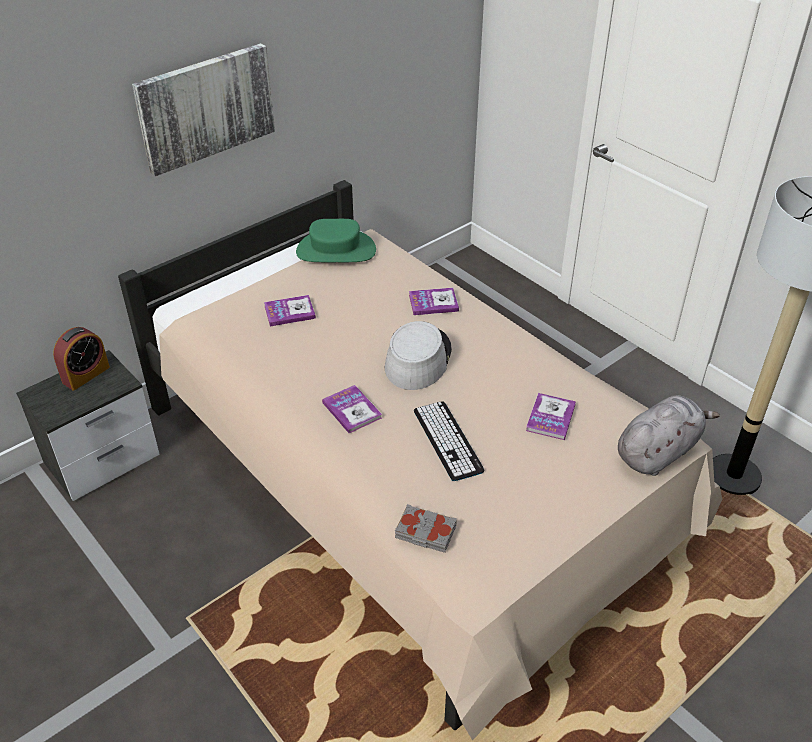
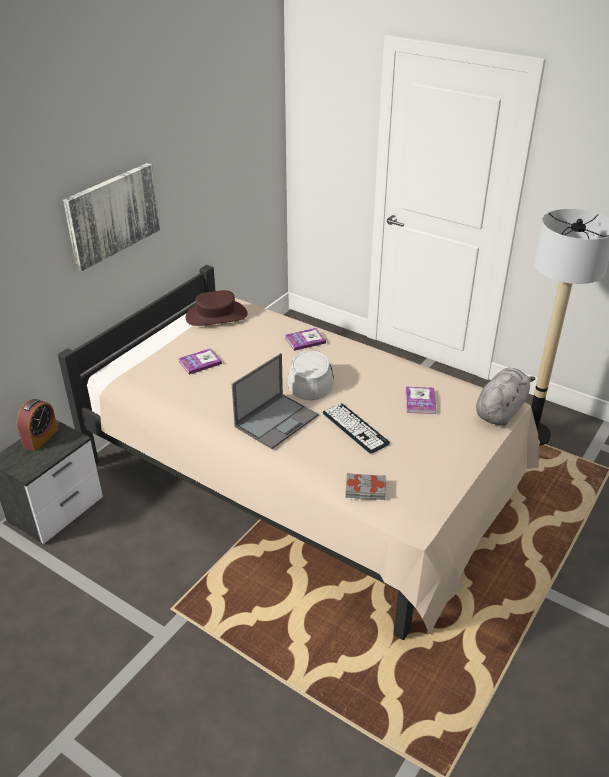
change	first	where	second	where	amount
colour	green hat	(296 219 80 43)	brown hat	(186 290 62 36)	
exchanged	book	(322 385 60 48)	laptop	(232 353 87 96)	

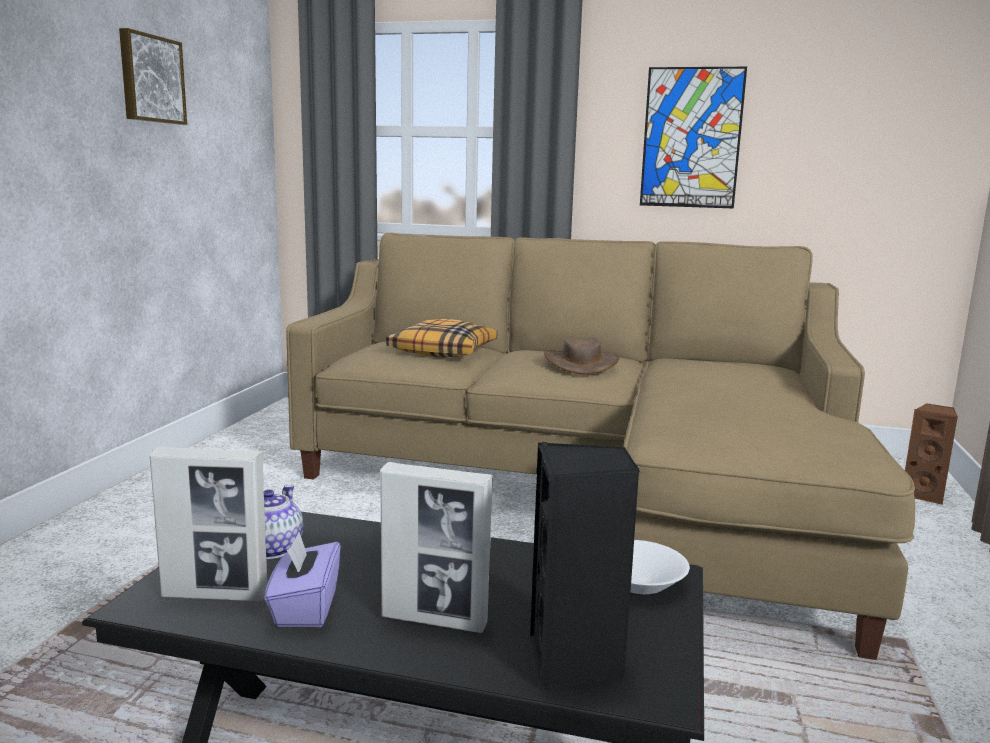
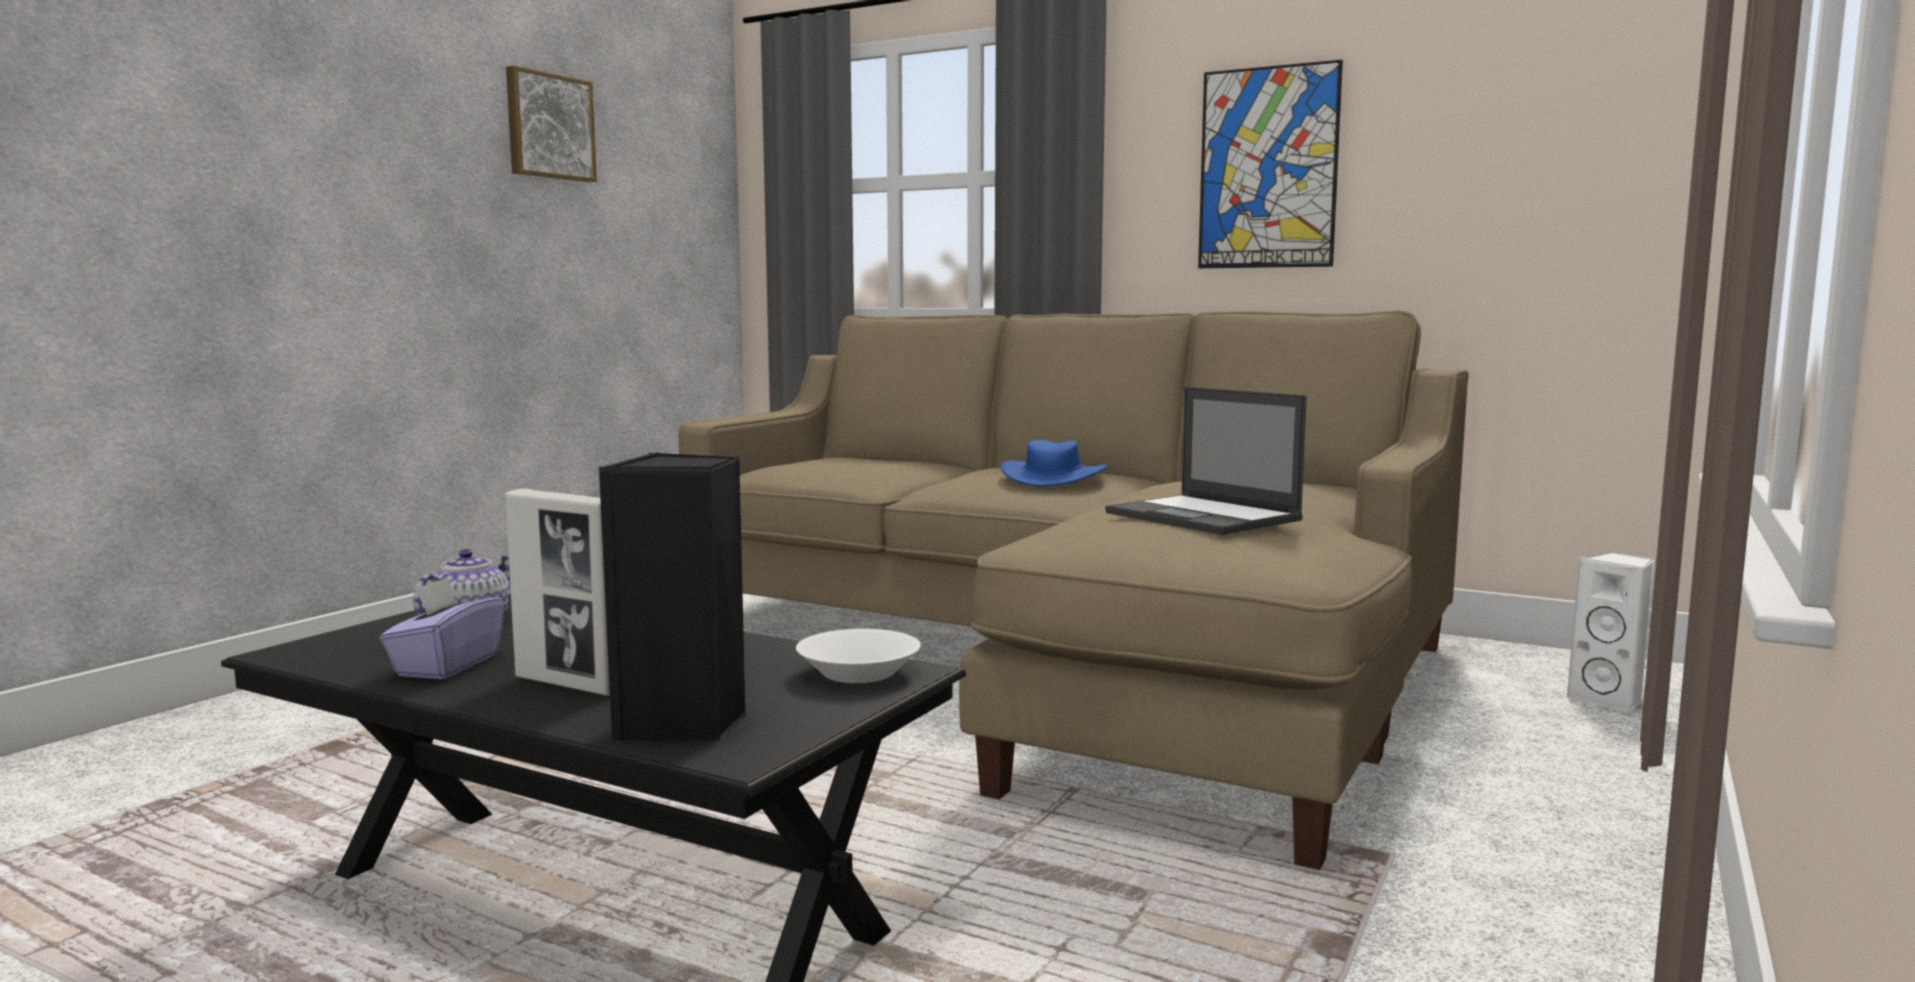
change	first	where	second	where	amount
colour	brown hat	(544 337 75 37)	blue hat	(1001 440 107 47)	
appeared			laptop	(1105 387 202 148)	
colour	brown speaker	(905 403 53 102)	white speaker	(1567 552 88 161)	
missing	picture frame	(150 446 117 155)			
missing	pillow	(386 319 111 39)			

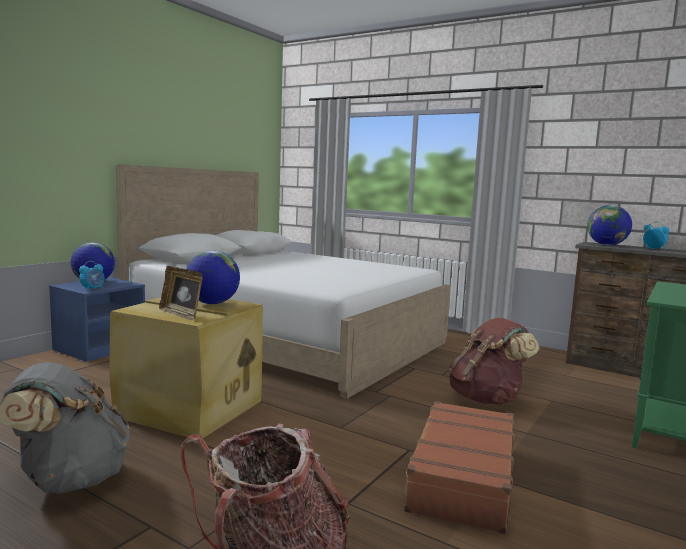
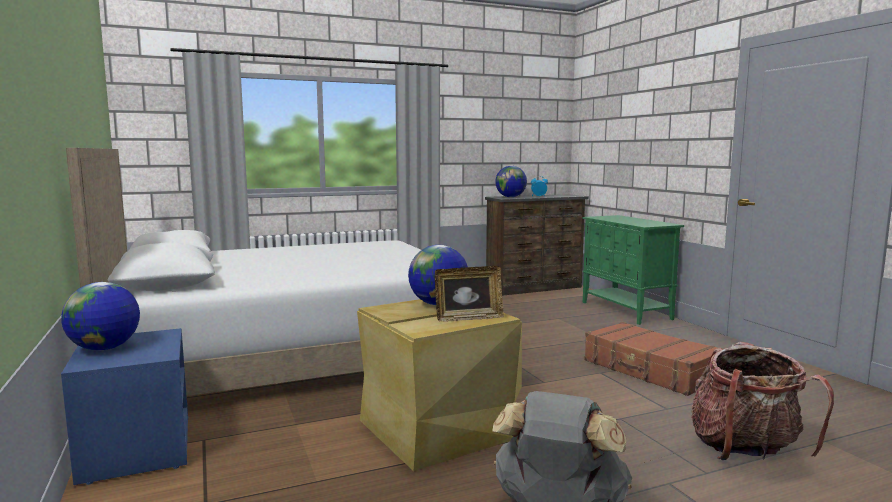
change	first	where	second	where	amount
missing	alarm clock	(79 261 26 30)			
missing	brown backpack	(449 318 90 87)			

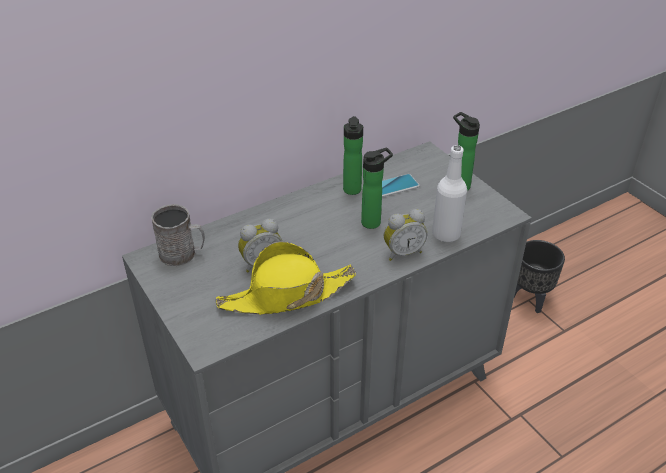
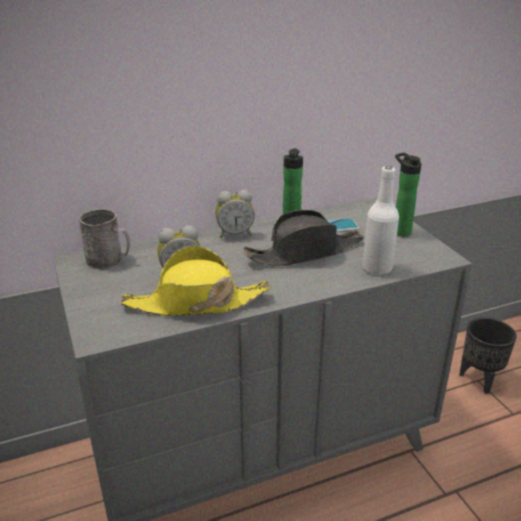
change	first	where	second	where	amount
relocated	alarm clock	(384 209 44 52)		(215 190 40 48)	
exchanged	bottle	(361 148 32 81)	black hat	(243 210 121 56)	

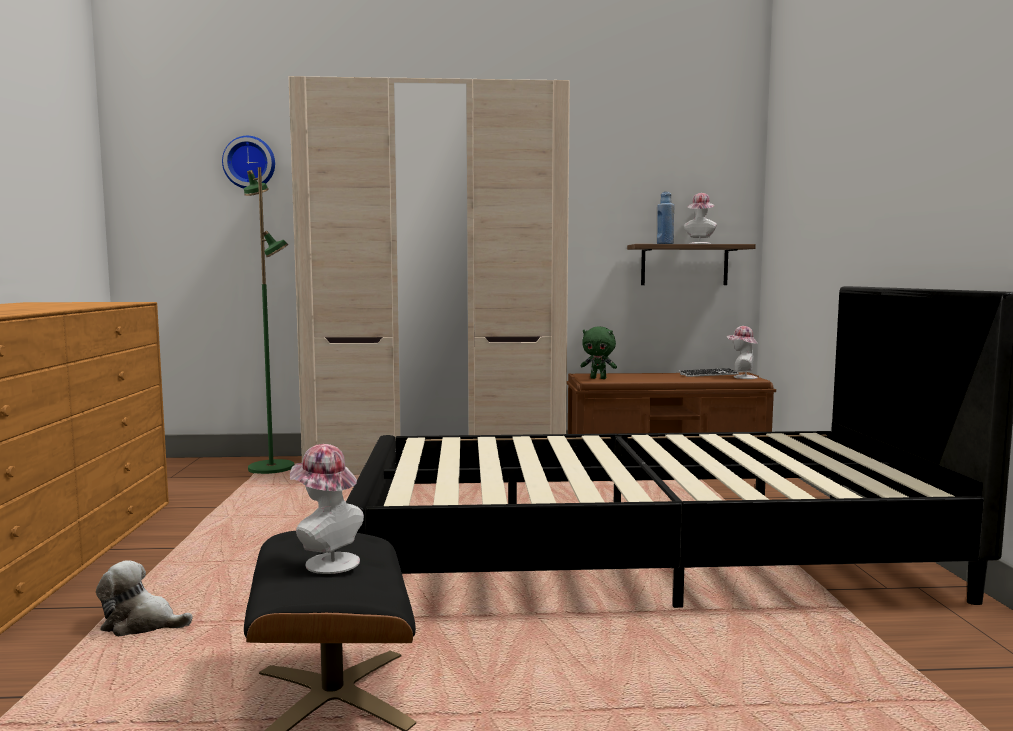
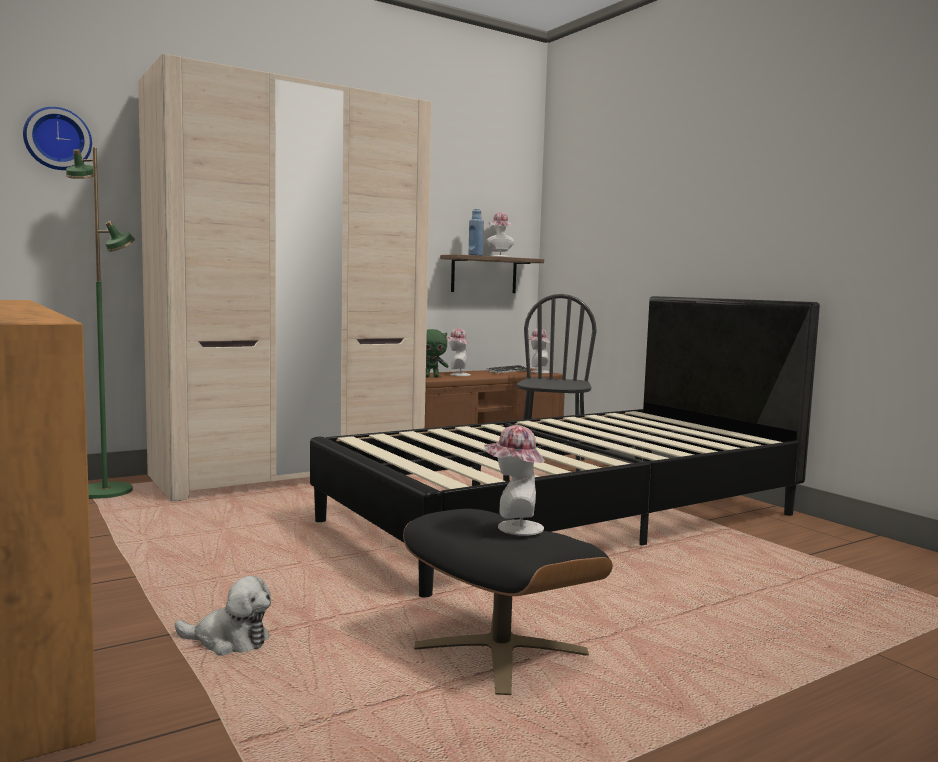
change	first	where	second	where	amount
spun	plush toy	(96 560 96 76)		(175 576 96 80)	150 degrees counterclockwise
appeared			hat	(446 328 25 48)	
appeared			black chair	(517 294 80 177)	

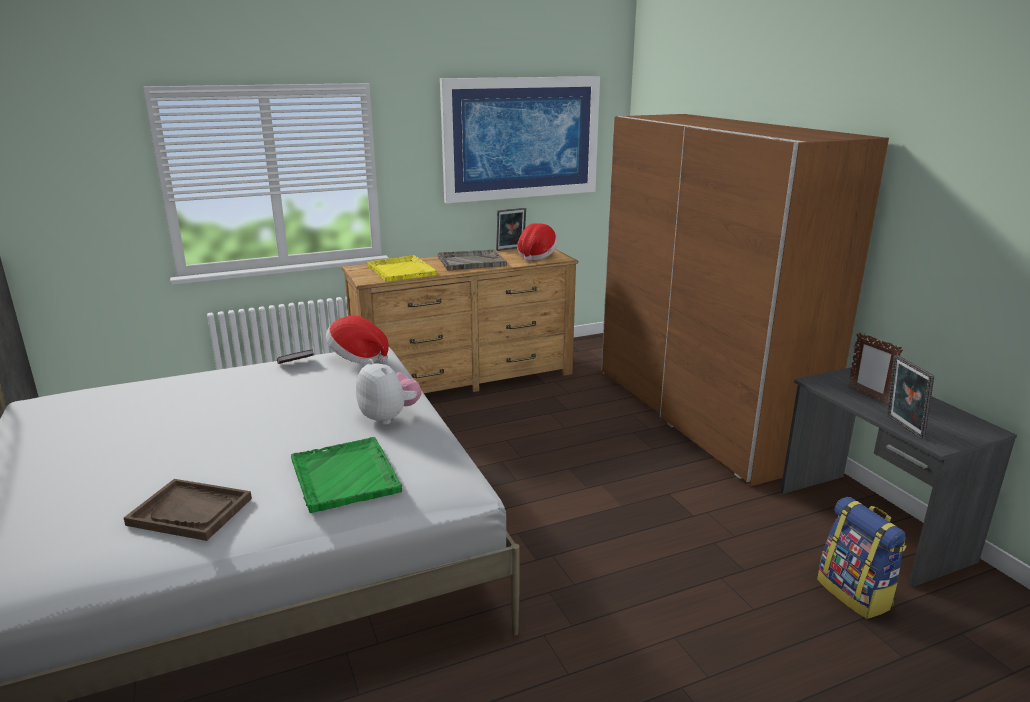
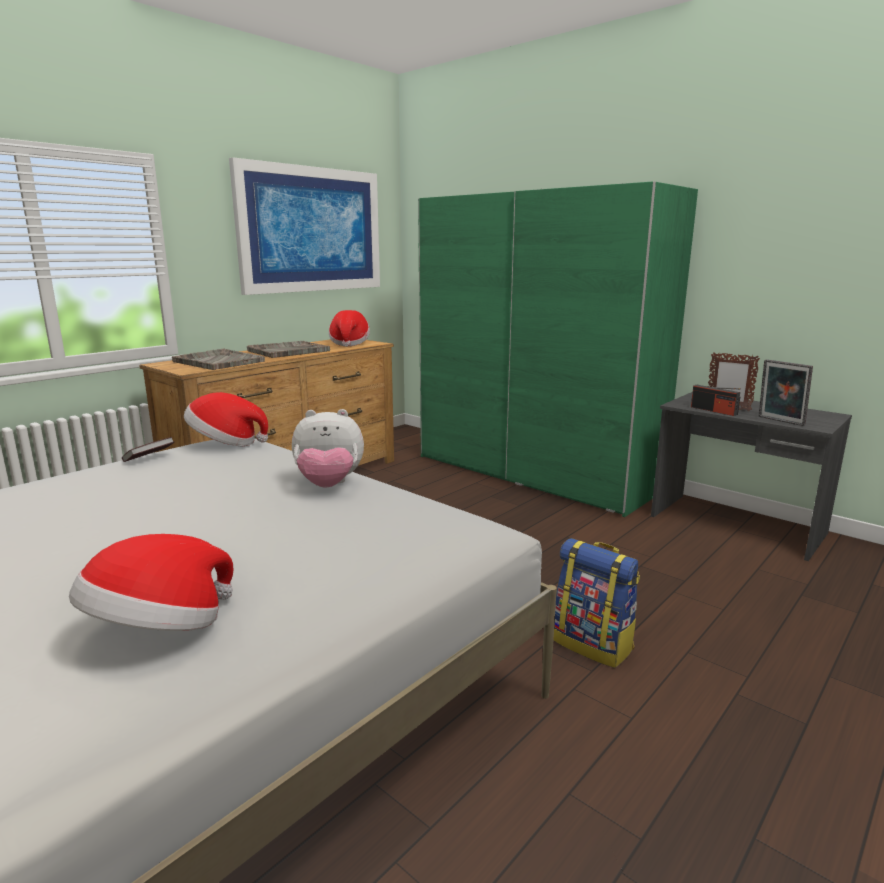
change	first	where	second	where	amount
exchanged	brown tray	(124 479 128 62)	hat	(69 534 164 97)	
colour	yellow tray	(367 255 70 27)	grey tray	(172 349 93 21)	
spun	plush toy	(356 359 65 66)		(292 409 72 79)	150 degrees clockwise
colour	brown wardrobe	(601 114 288 372)	green wardrobe	(418 181 280 336)	
relocated	backpack	(817 497 90 122)		(554 538 86 130)	
appeared			radio	(691 385 50 31)	
missing	green tray	(291 437 111 76)			
missing	picture frame	(496 208 30 43)			

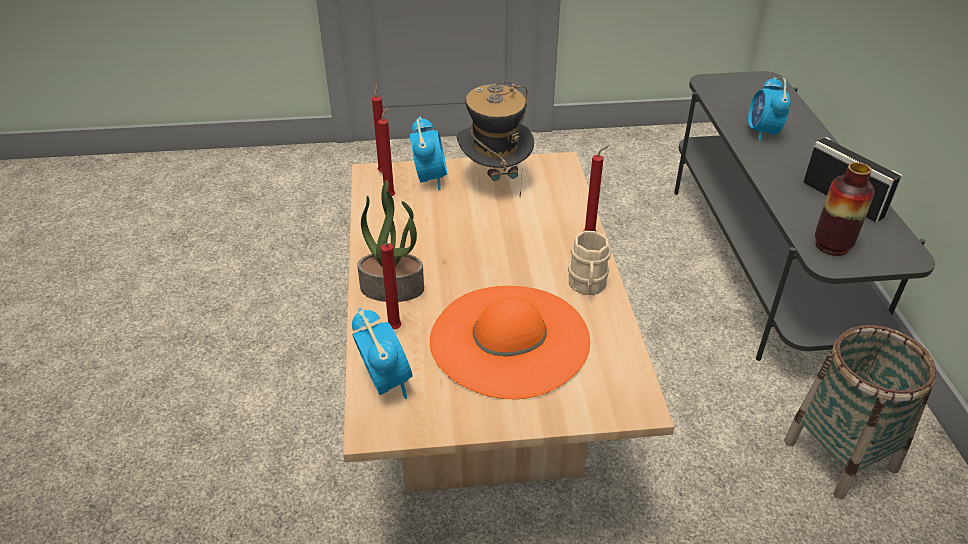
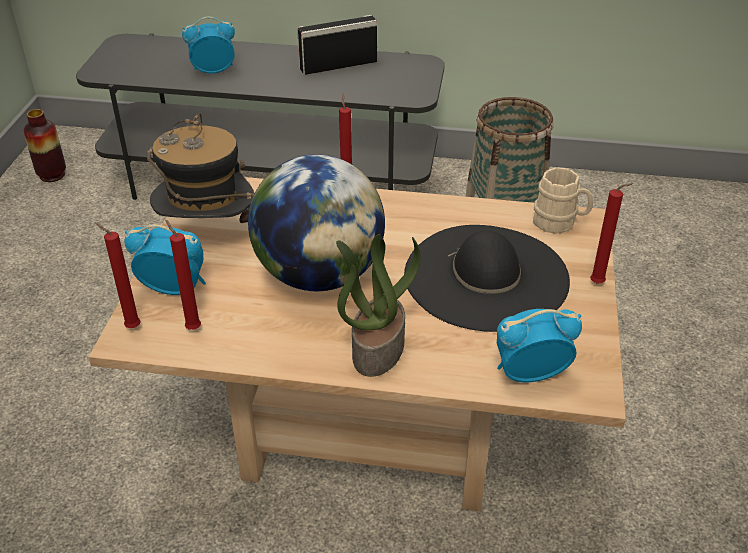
change	first	where	second	where	amount
relocated	vase	(815 162 60 94)		(23 109 43 73)	
spun	alarm clock	(748 77 43 64)		(182 16 53 58)	150 degrees clockwise
appeared			globe	(248 154 137 137)	
colour	orange hat	(430 286 160 113)	black hat	(404 225 166 107)	
relocated	beige mug	(568 231 43 64)		(533 167 60 67)	
relocated	red candle	(380 243 22 86)		(590 183 43 100)	

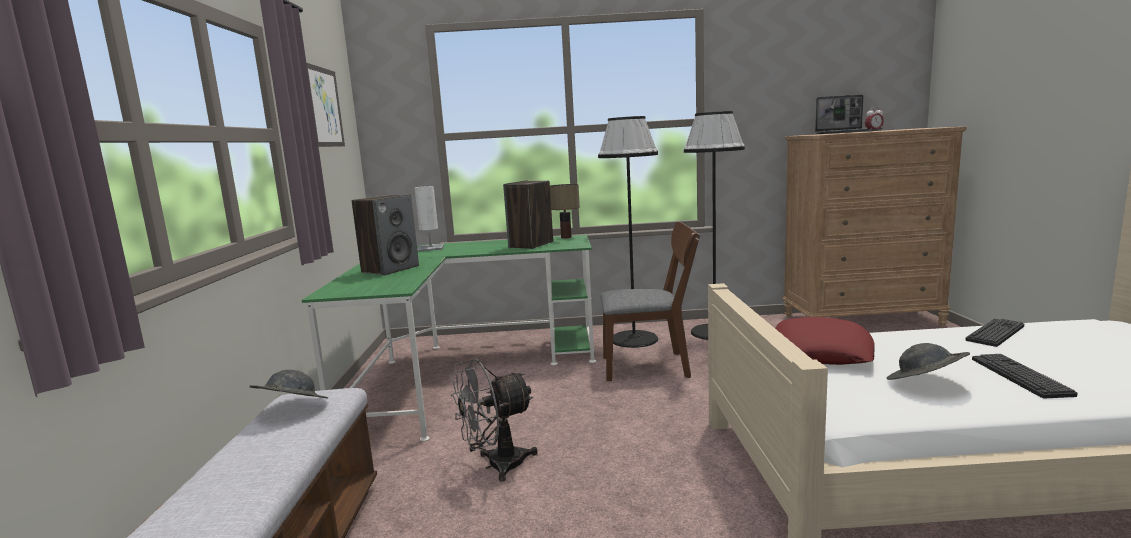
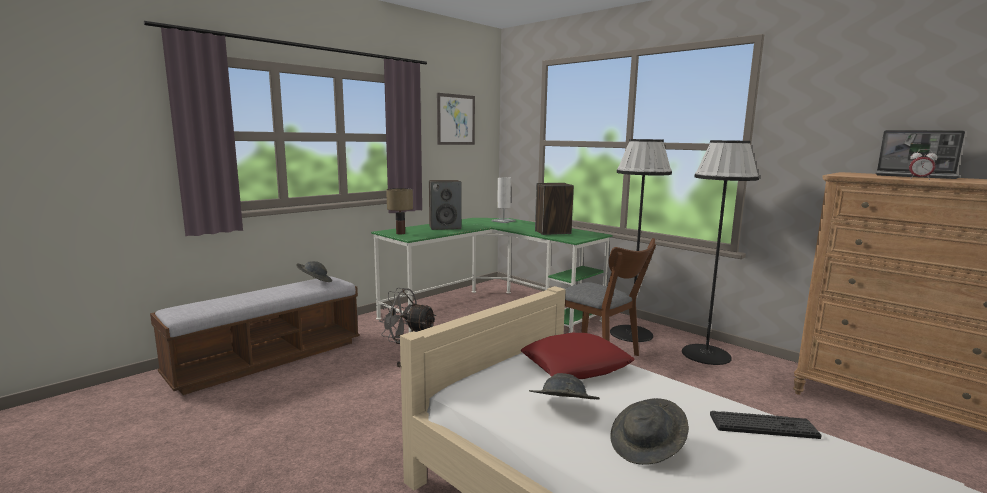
change	first	where	second	where	amount
relocated	table lamp	(550 184 30 54)		(386 188 27 47)	
exchanged	keyboard	(972 354 105 44)	grey hat	(610 398 79 67)	

